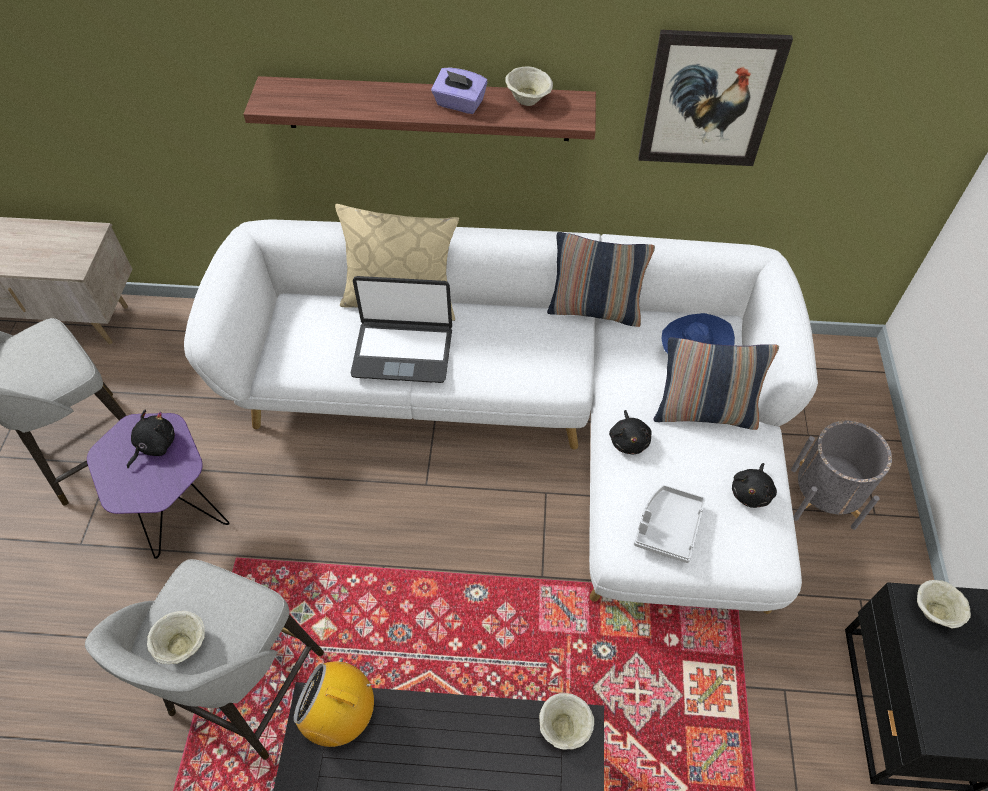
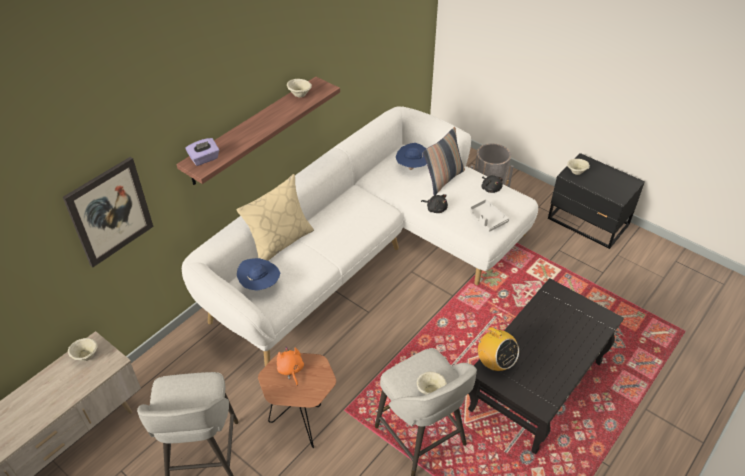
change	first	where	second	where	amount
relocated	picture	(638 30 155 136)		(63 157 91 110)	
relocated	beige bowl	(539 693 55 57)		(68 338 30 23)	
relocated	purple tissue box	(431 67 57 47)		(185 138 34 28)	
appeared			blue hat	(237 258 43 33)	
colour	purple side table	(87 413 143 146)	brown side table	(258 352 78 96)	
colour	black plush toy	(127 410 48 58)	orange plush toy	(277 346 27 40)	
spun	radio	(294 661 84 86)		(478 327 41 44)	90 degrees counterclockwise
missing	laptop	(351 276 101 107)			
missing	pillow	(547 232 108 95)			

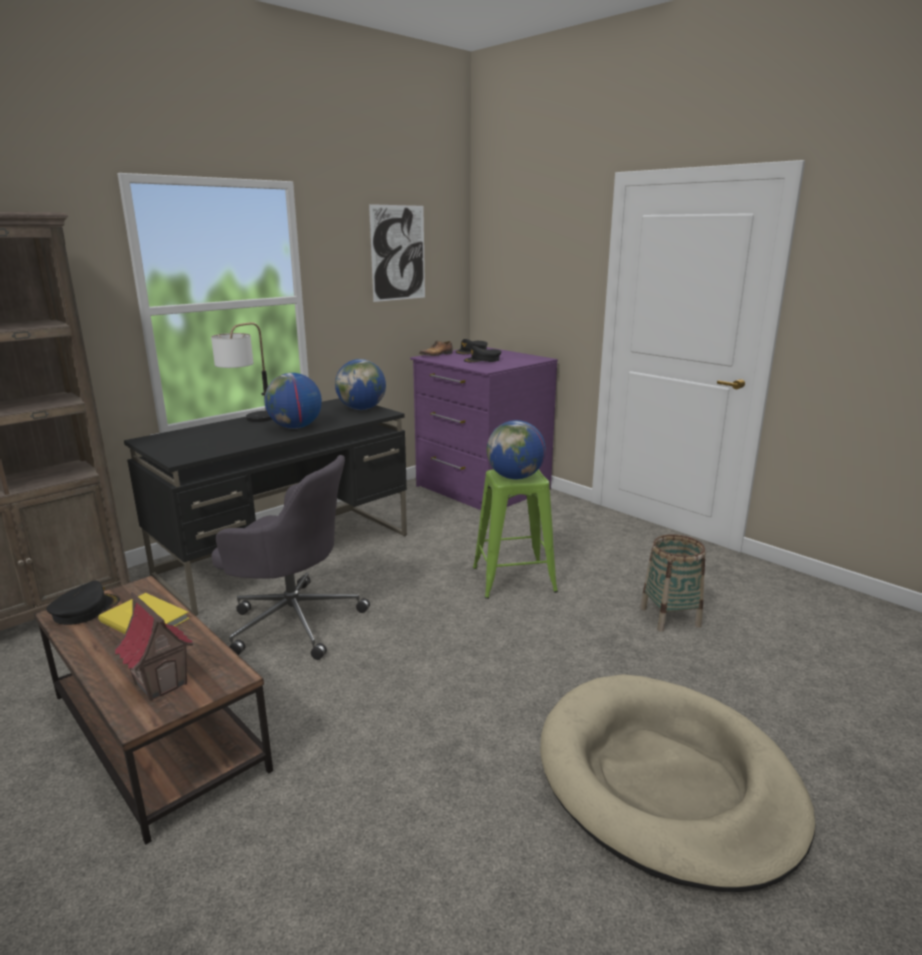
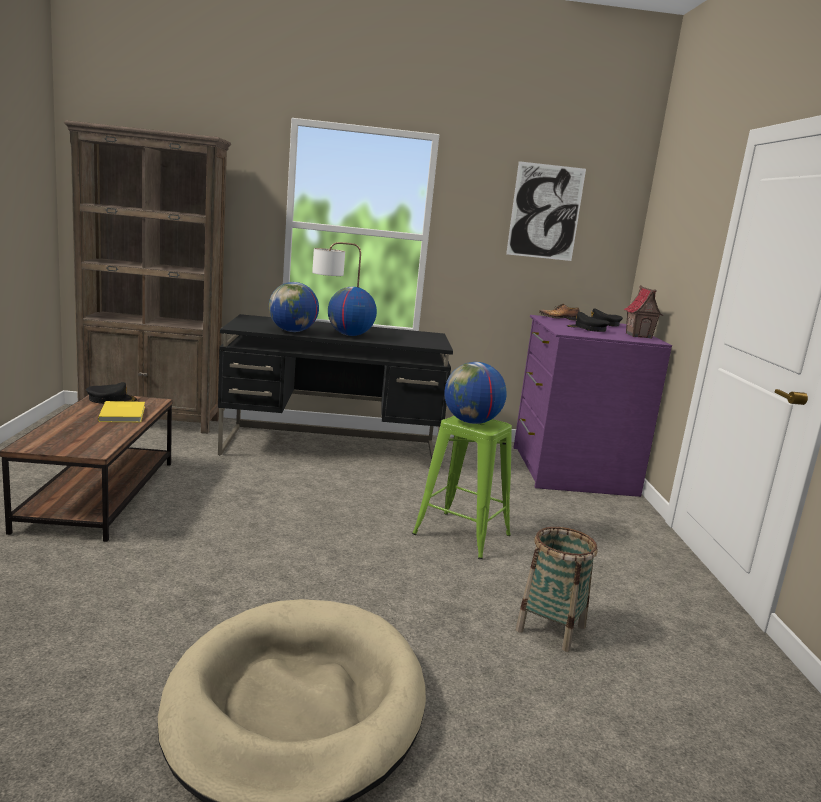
change	first	where	second	where	amount
relocated	globe	(335 359 51 51)		(269 282 50 50)	
relocated	toy house	(115 592 78 109)		(624 285 40 54)	
missing	grey office chair	(211 455 159 205)			

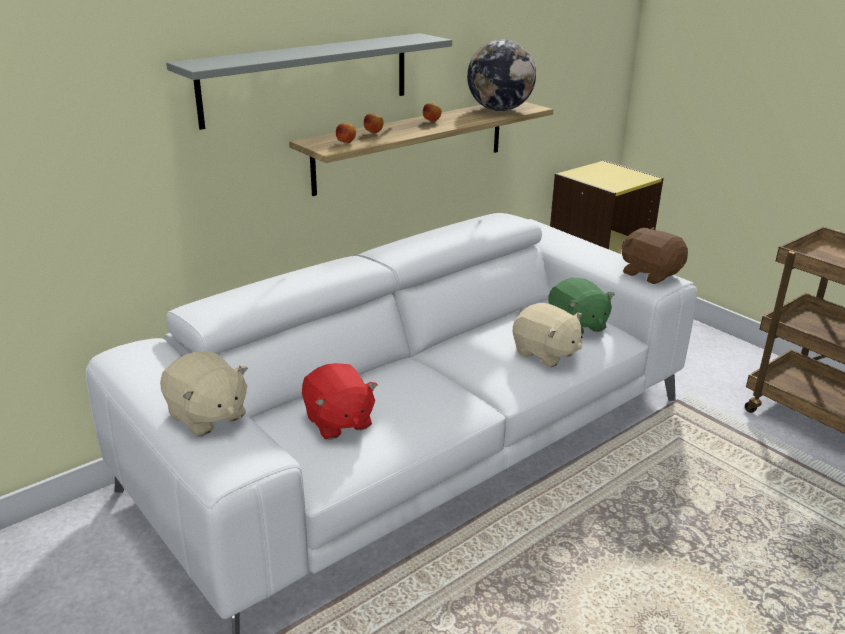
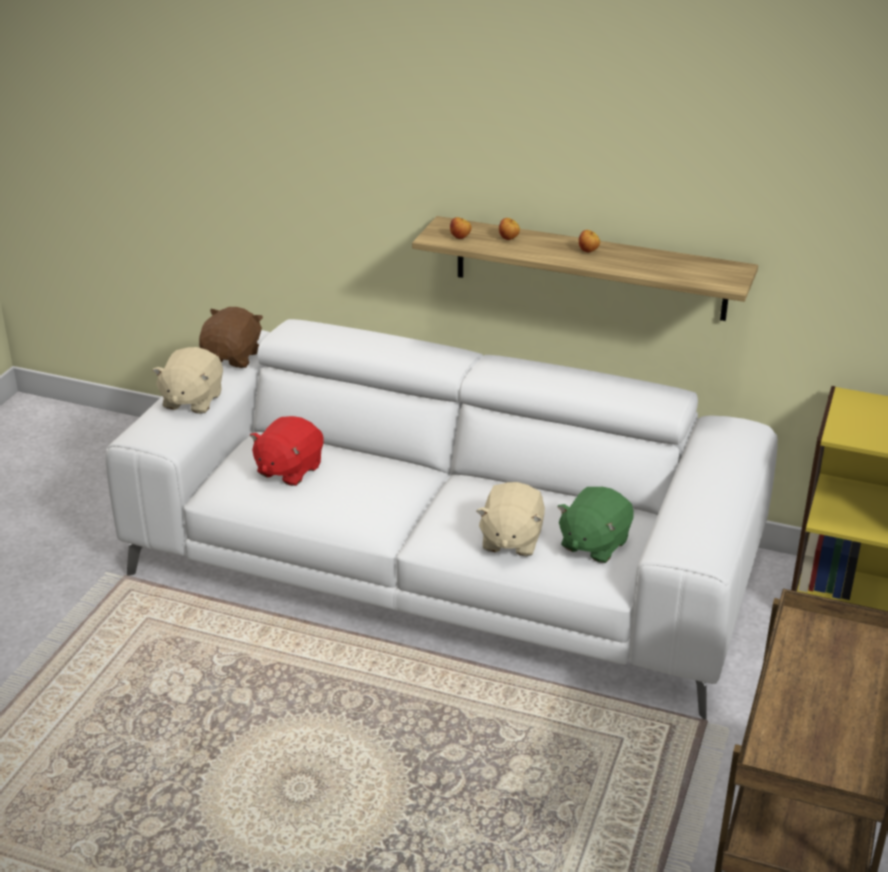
change	first	where	second	where	amount
relocated	brown plush toy	(621 227 67 57)		(199 307 64 61)	
missing	grey shelf	(166 33 286 97)			
missing	globe	(467 39 69 72)			

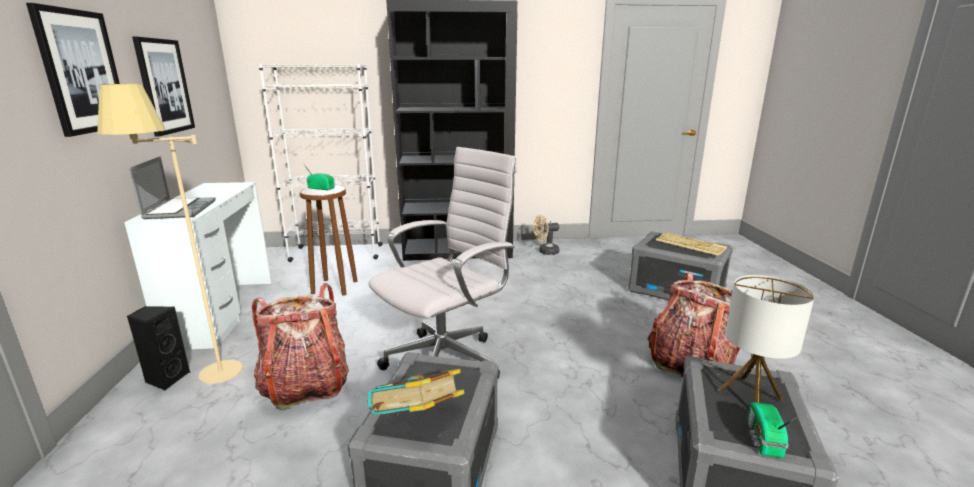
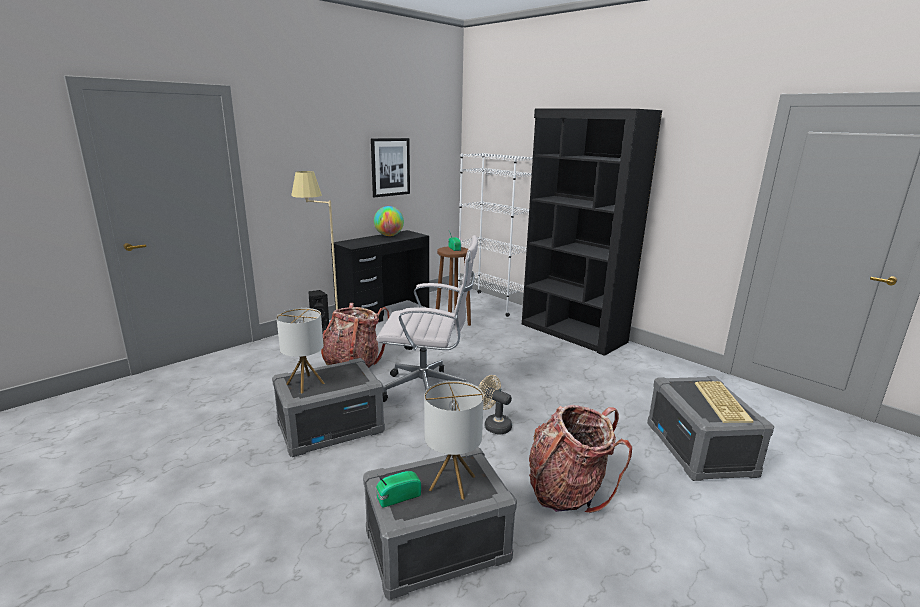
change	first	where	second	where	amount
exchanged	book	(368 369 96 46)	table lamp	(276 308 49 85)	
colour	white desk	(124 182 148 168)	black desk	(331 230 98 92)	
appeared			globe	(374 206 30 30)	
relocated	beige fan	(533 215 26 40)		(479 375 33 59)	
missing	picture	(26 3 94 134)			
missing	laptop	(129 156 87 63)			

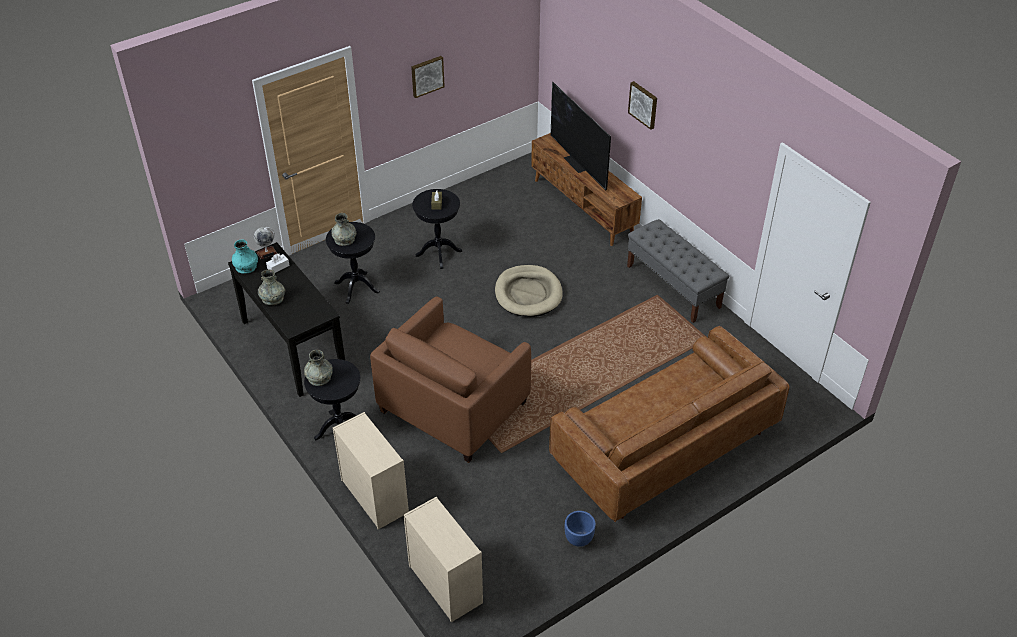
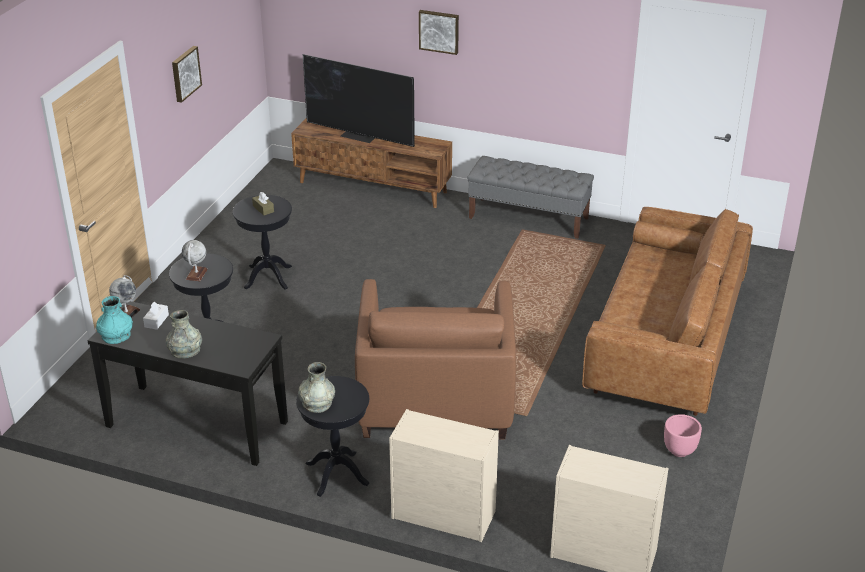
change	first	where	second	where	amount
exchanged	grey vase	(331 213 25 33)	globe	(182 240 26 41)	
colour	blue planter	(565 511 31 36)	pink planter	(664 414 38 43)	
missing	beige dog bed	(495 265 67 52)			

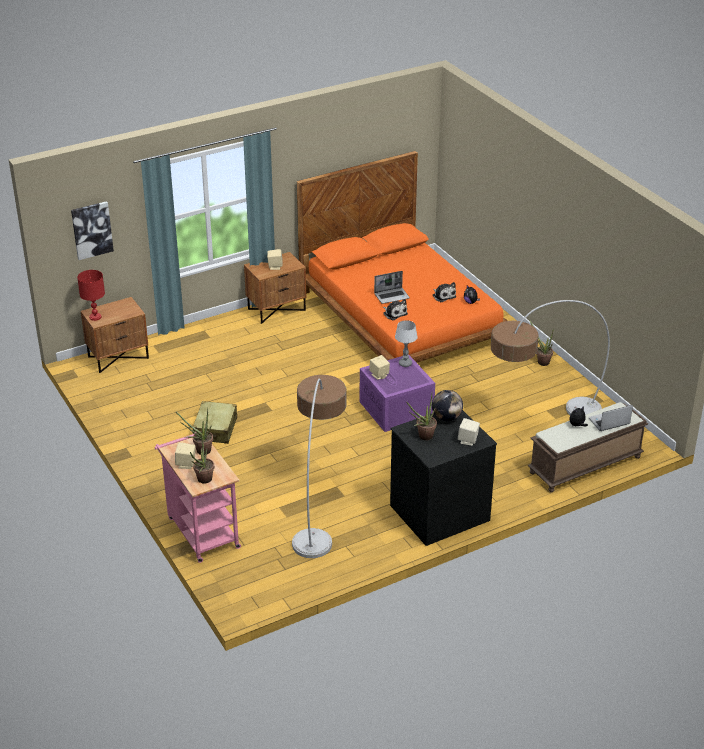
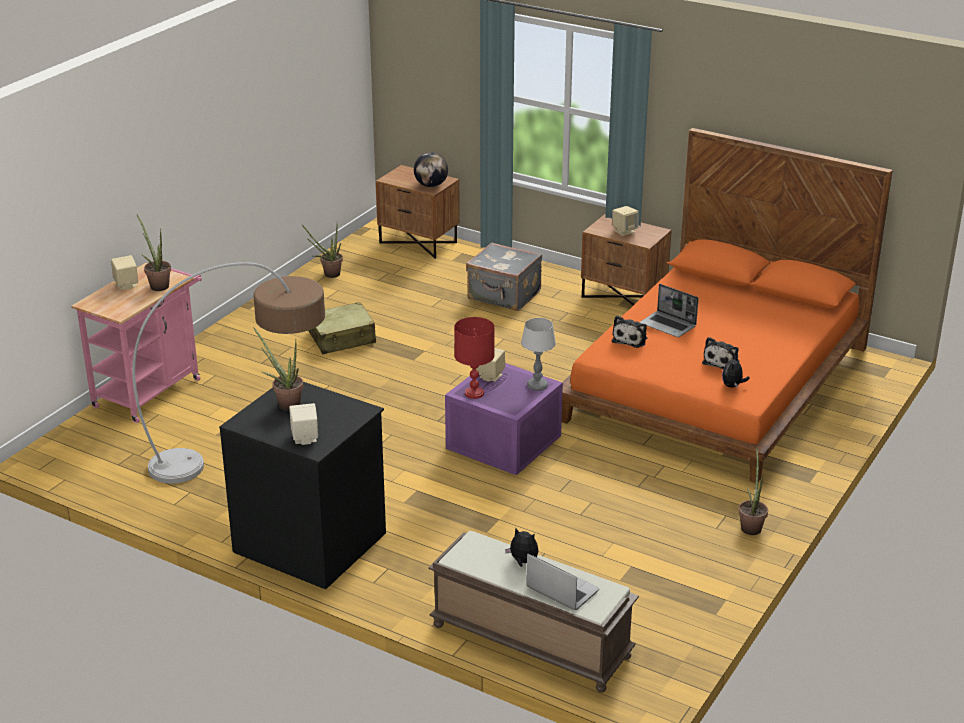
change	first	where	second	where	amount
relocated	potted plant	(190 435 24 49)		(302 224 41 54)	
relocated	globe	(432 390 31 31)		(414 152 34 35)	
relocated	red table lamp	(77 270 28 51)		(454 317 40 82)	
appeared			grey suitcase	(466 242 76 69)	
missing	picture	(71 201 43 59)			
missing	floor lamp	(491 300 119 115)			

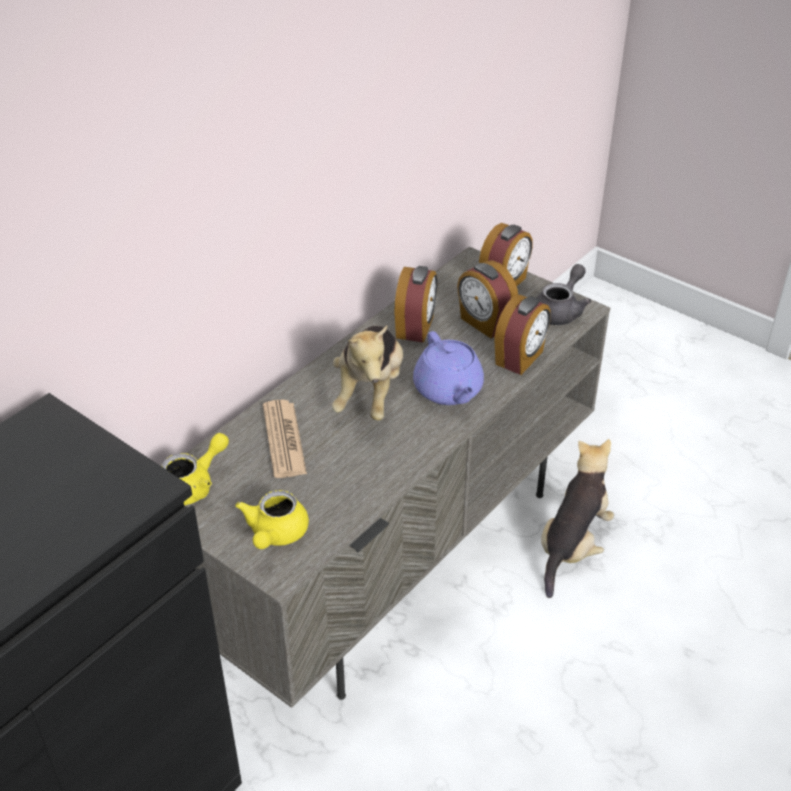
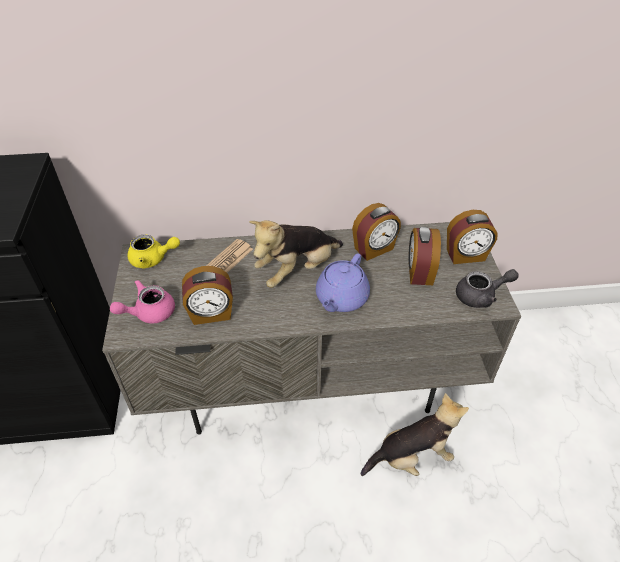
change	first	where	second	where	amount
colour	yellow teapot	(235 490 74 59)	pink teapot	(110 280 65 44)	
relocated	alarm clock	(494 294 57 81)		(182 266 51 59)	

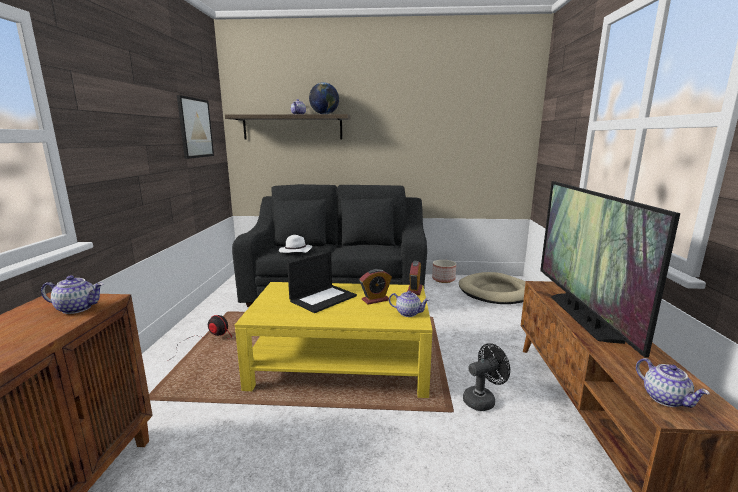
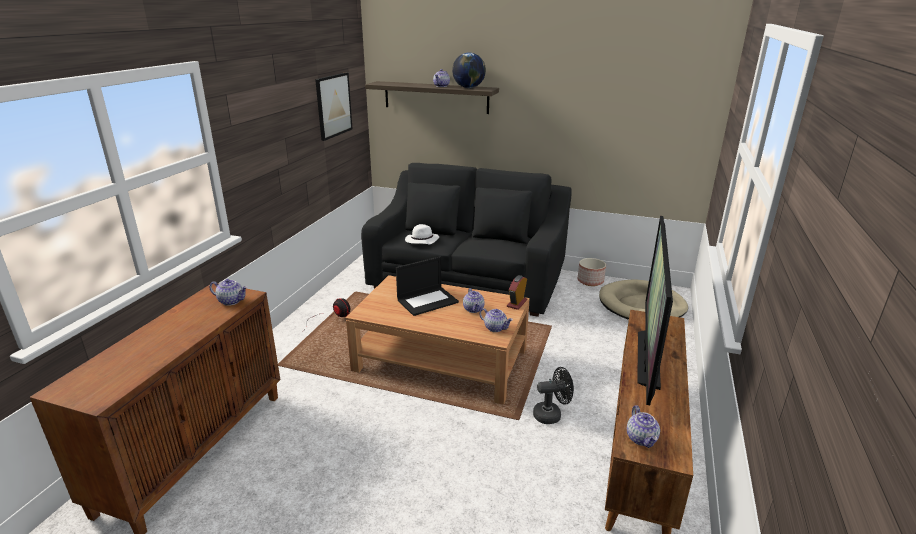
change	first	where	second	where	amount
colour	yellow coffee table	(235 282 198 116)	brown coffee table	(346 275 184 130)	
exchanged	alarm clock	(360 269 32 36)	teapot	(463 288 21 25)	

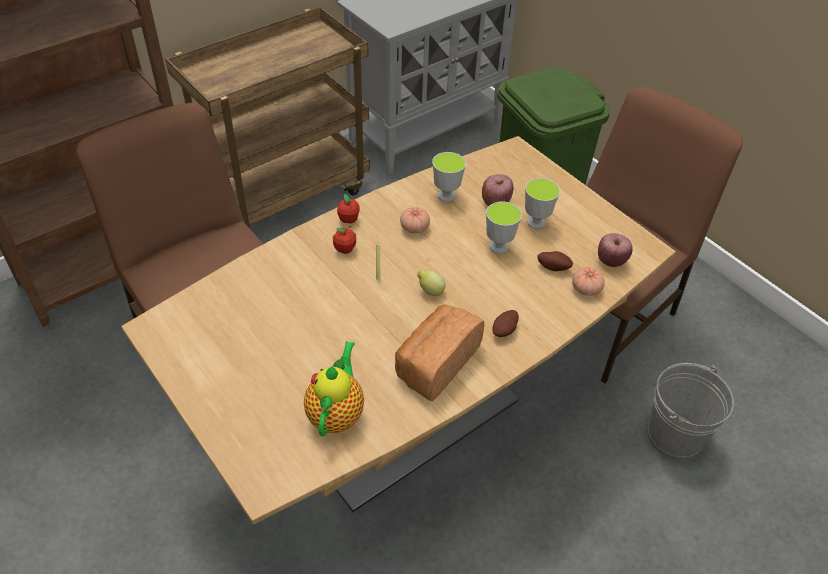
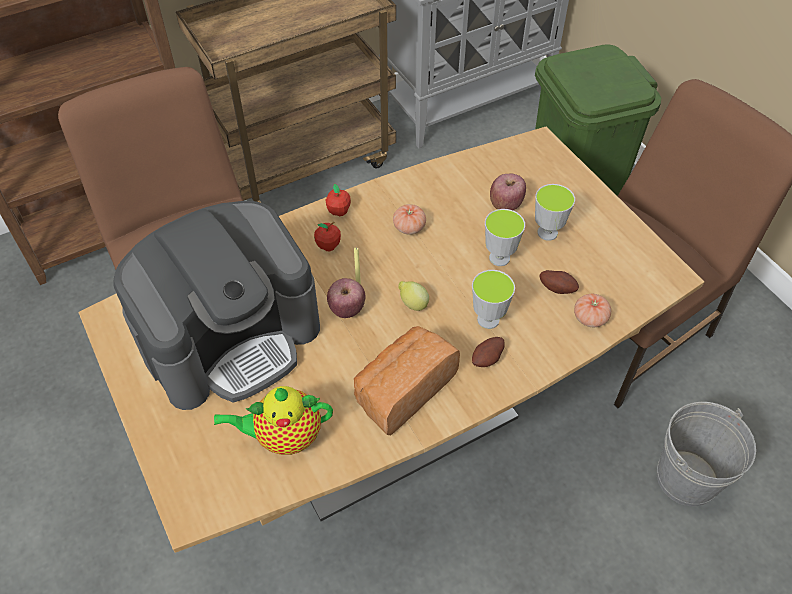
change	first	where	second	where	amount
appeared			coffee machine	(113 201 207 209)	
spun	teapot	(304 341 60 95)		(214 386 119 69)	120 degrees counterclockwise
relocated	apple	(598 233 35 34)		(327 278 39 40)	
relocated	cup	(432 152 34 50)		(472 270 43 59)	

